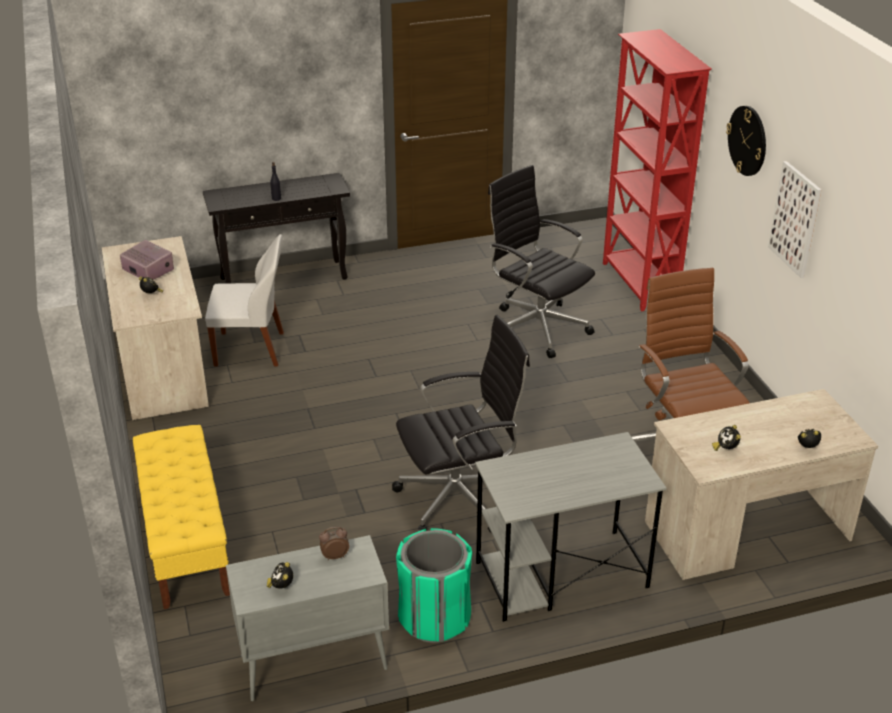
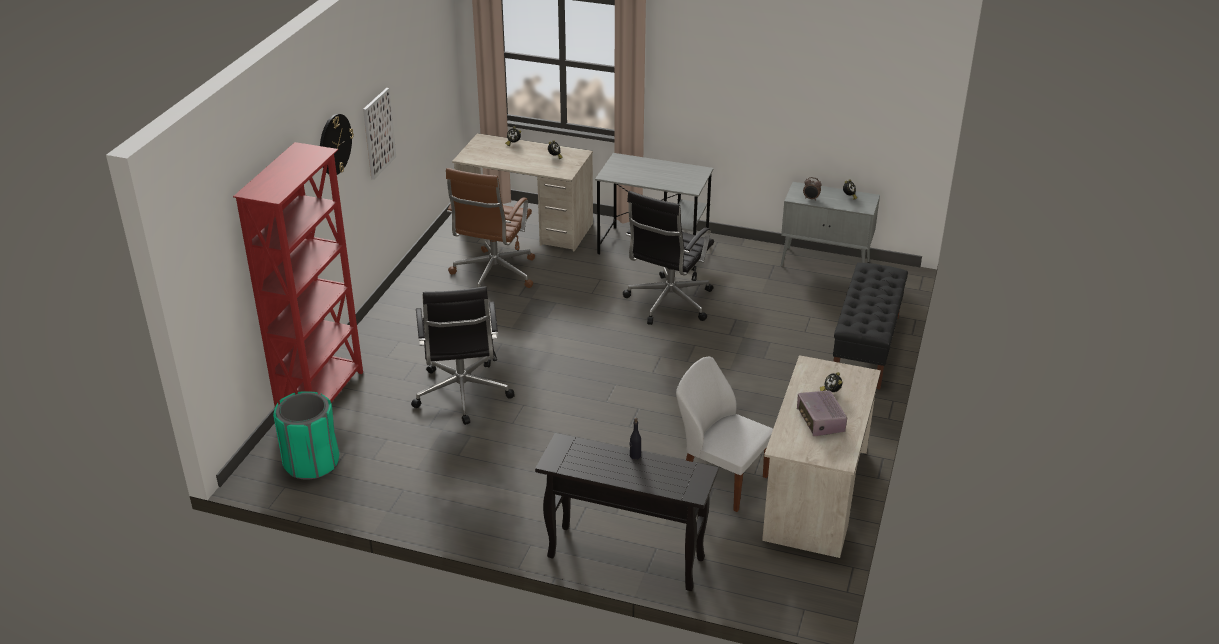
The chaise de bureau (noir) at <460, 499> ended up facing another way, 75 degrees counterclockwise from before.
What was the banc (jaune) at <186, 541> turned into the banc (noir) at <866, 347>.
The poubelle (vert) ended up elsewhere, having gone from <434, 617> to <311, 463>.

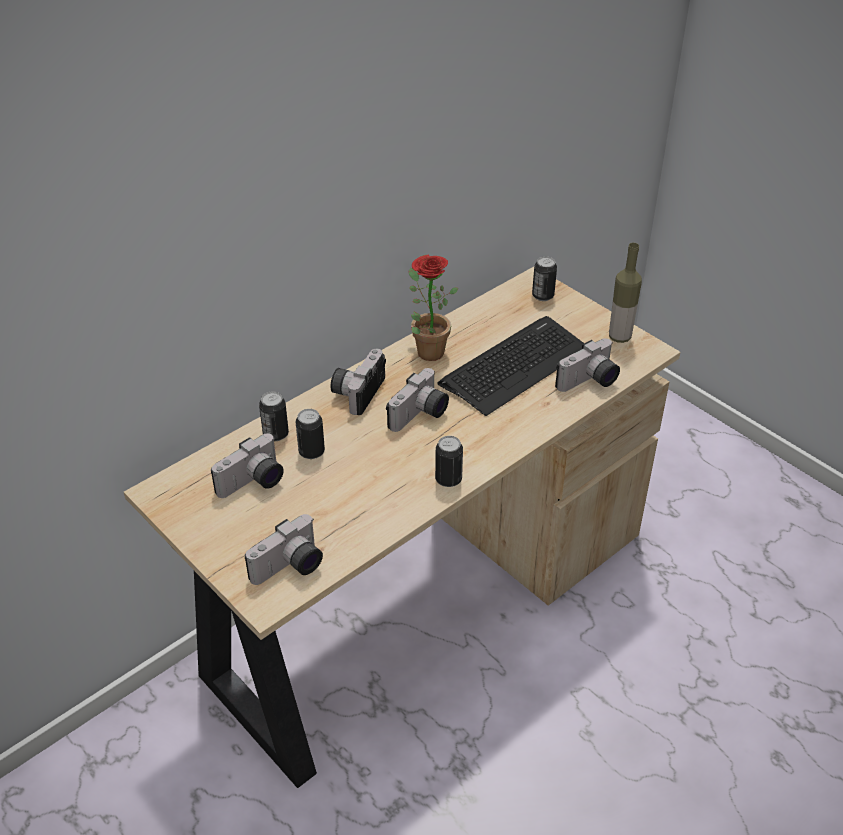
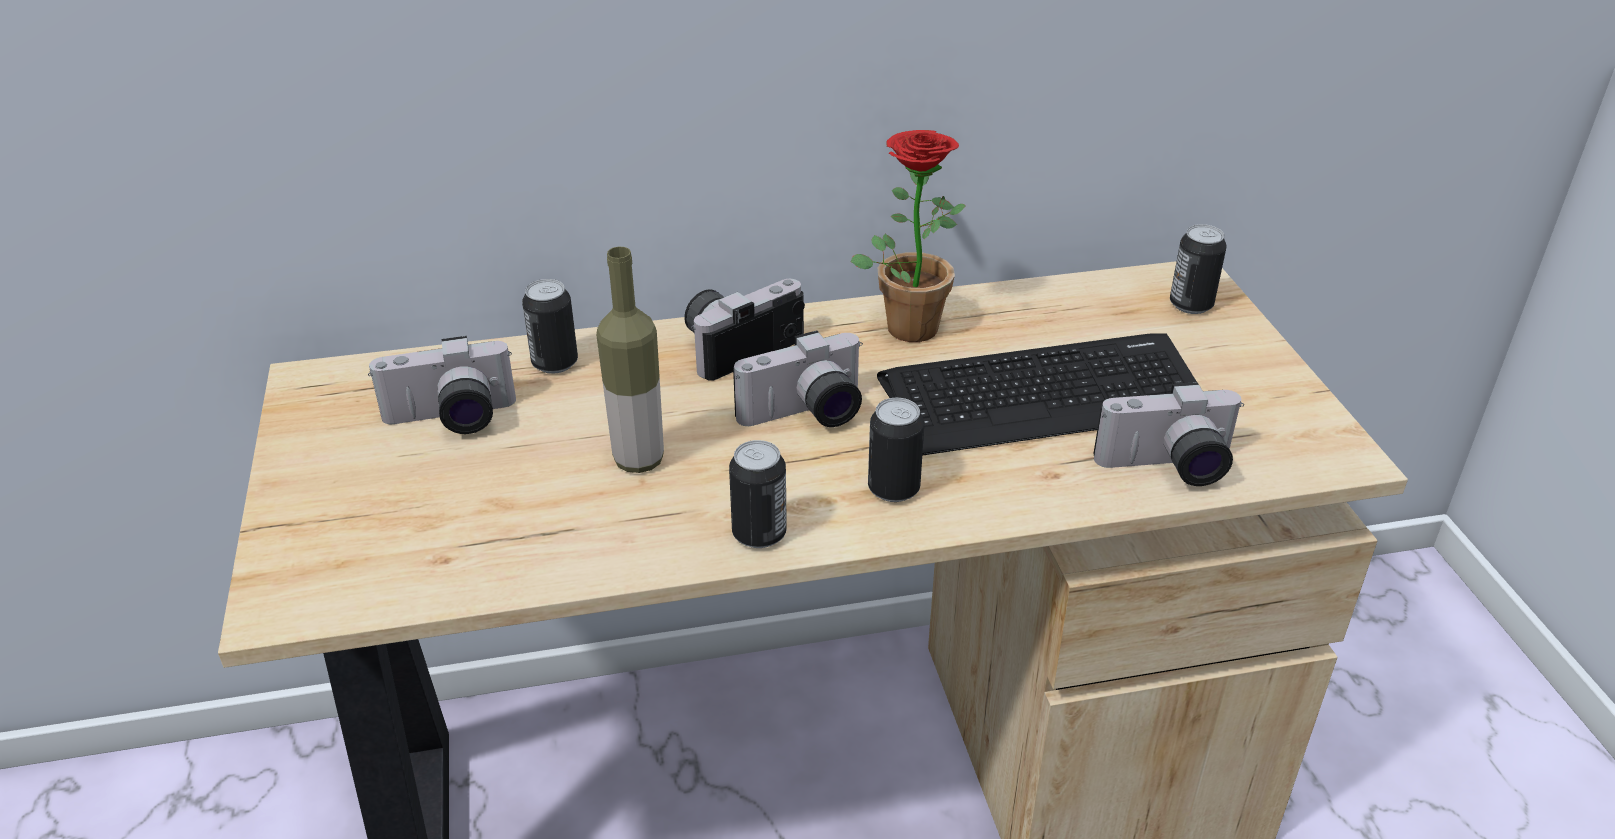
The bouteille ended up elsewhere, having gone from <619, 337> to <638, 460>.
The boîte métallique ended up elsewhere, having gone from <311, 452> to <893, 489>.
The second view lost the appareil photo at <290, 568>.

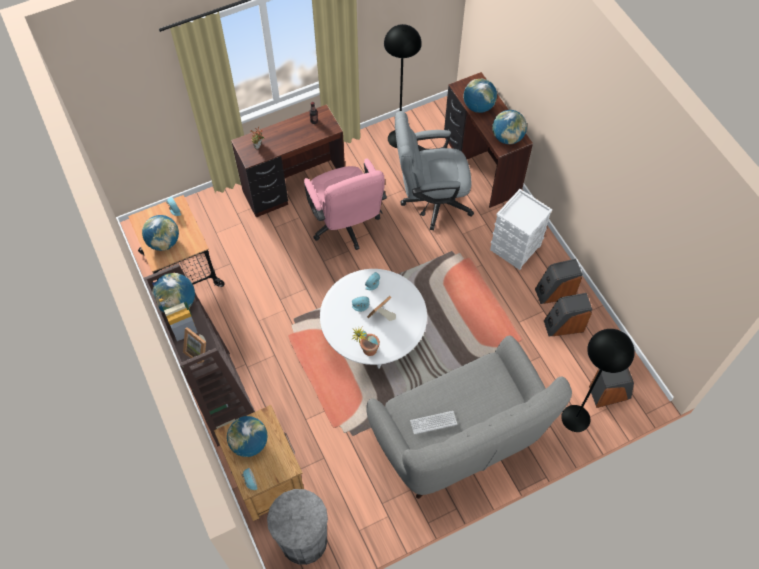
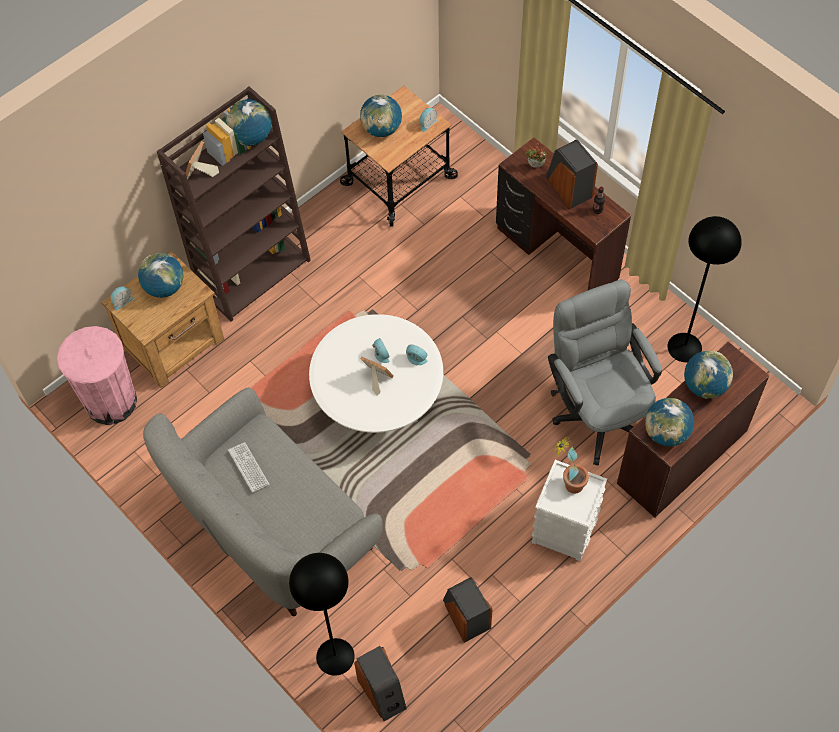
The second view lost the chaise de bureau (rose) at <346, 226>.
The enceinte ended up elsewhere, having gone from <554, 292> to <568, 188>.
The plante en pot ended up elsewhere, having gone from <366, 352> to <568, 482>.
What was the poubelle (gris) at <304, 540> turned into the poubelle (rose) at <111, 401>.

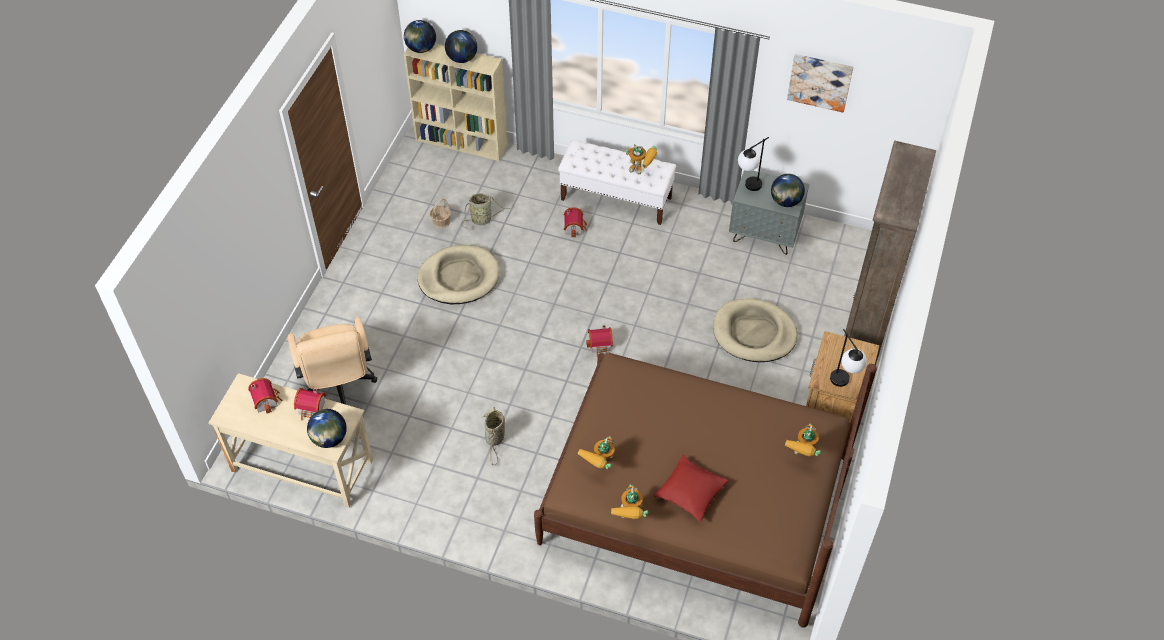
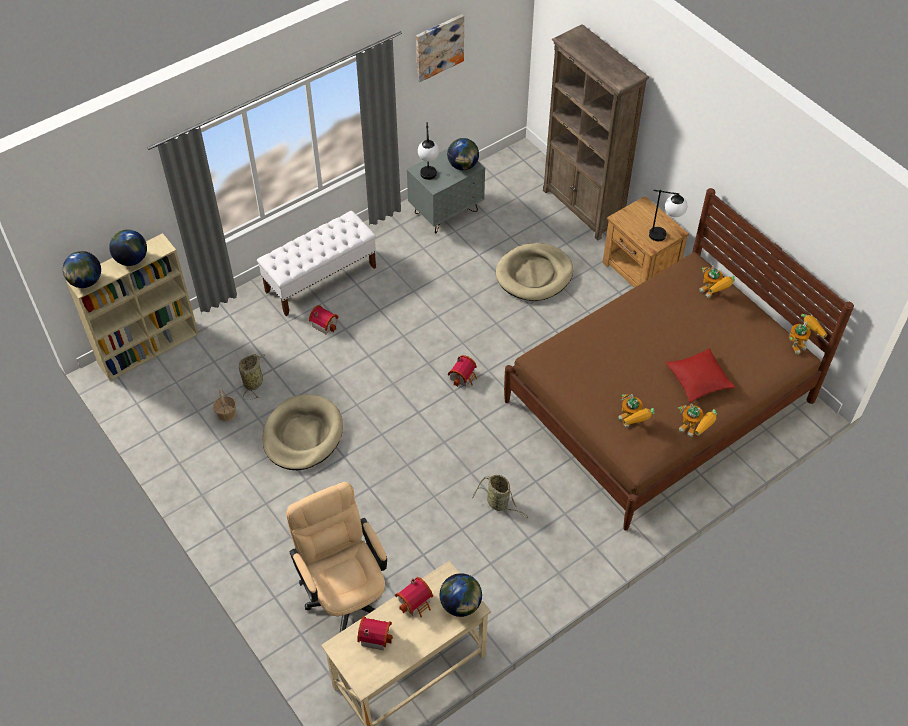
The robot jouet ended up elsewhere, having gone from <641, 169> to <800, 344>.
The chaise de bureau (beige) at <339, 387> ended up facing another way, 135 degrees counterclockwise from before.

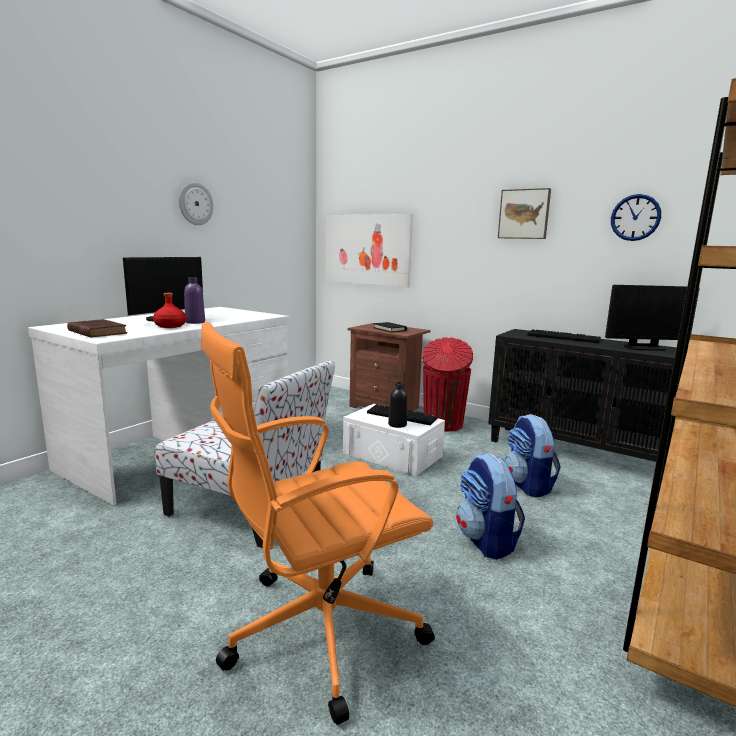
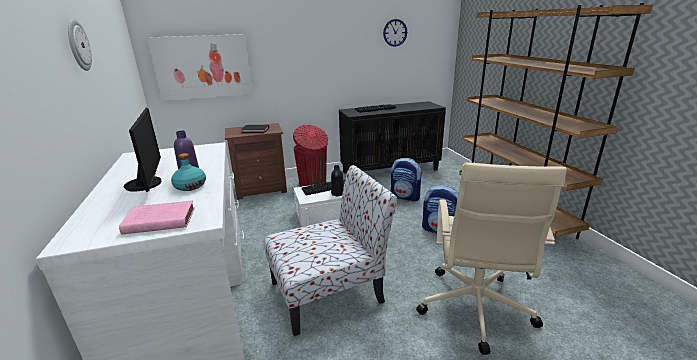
The second view lost the tableau at <524, 214>.
The second view lost the écran d'ordinateur at <644, 348>.
What was the bouteille (rouge) at <170, 326> turned into the bouteille (turquoise) at <190, 186>.
What was the livre (marron) at <96, 332> turned into the livre (rose) at <158, 221>.
What was the chaise de bureau (orange) at <317, 631> turned into the chaise de bureau (beige) at <474, 309>.

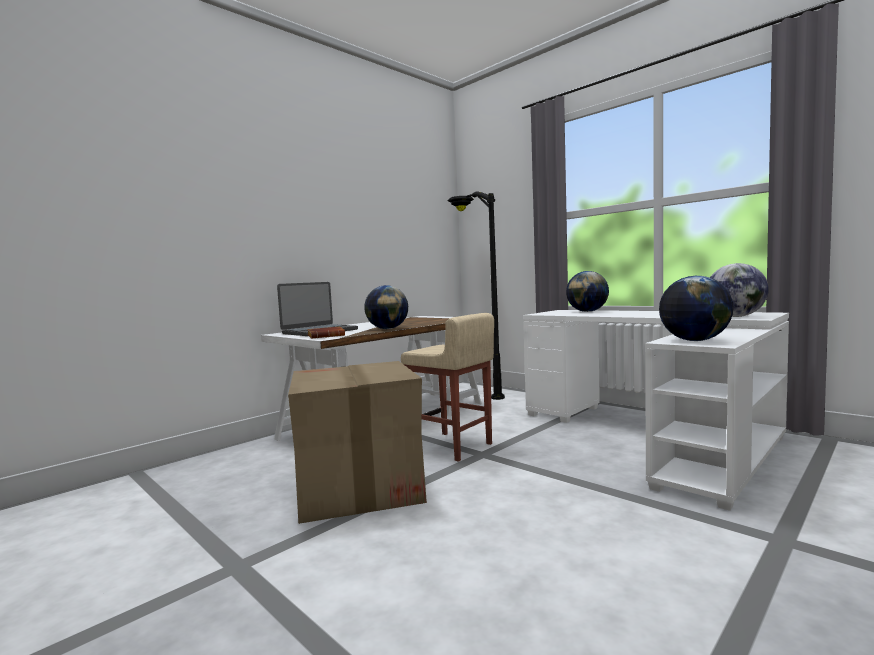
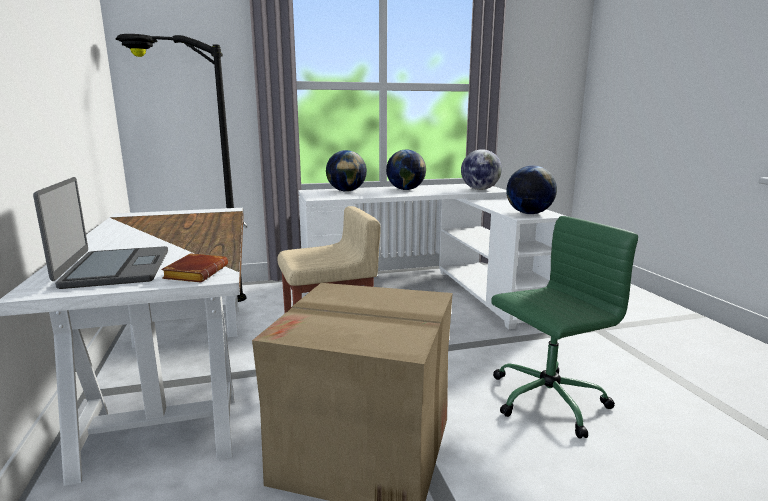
The globe ended up elsewhere, having gone from <387, 329> to <405, 189>.
The second view gained the chaise de bureau (vert) at <545, 400>.

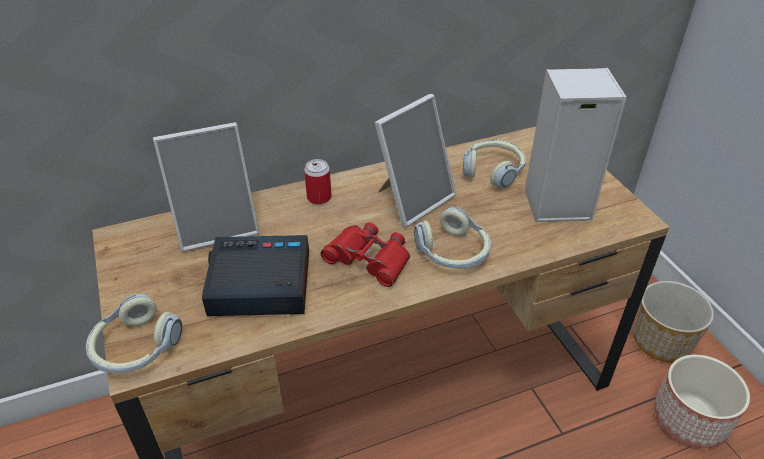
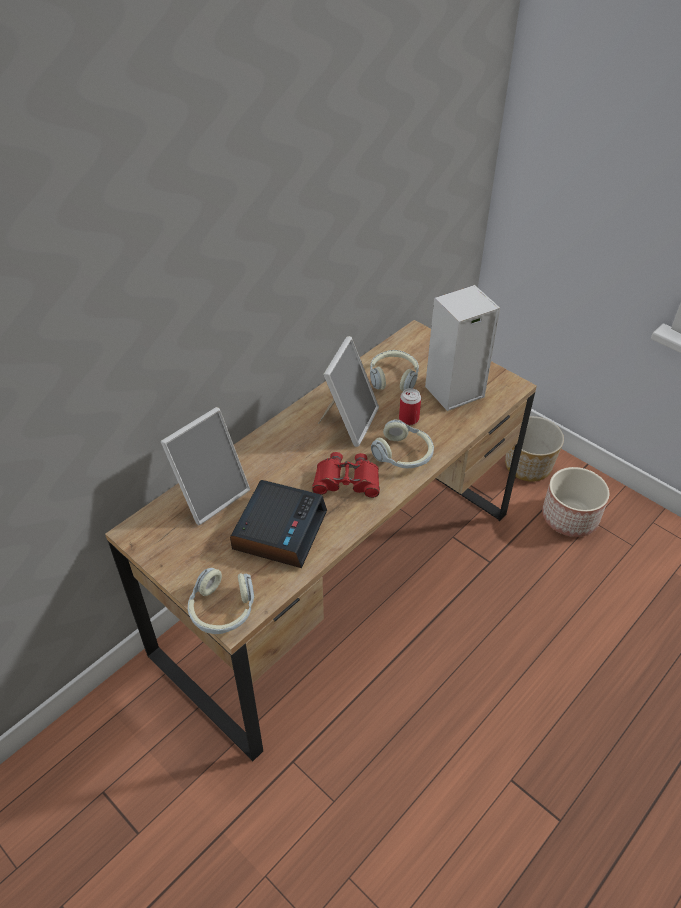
The boîte métallique ended up elsewhere, having gone from <319, 197> to <409, 418>.
The réveil at <259, 285> ended up facing another way, 135 degrees clockwise from before.

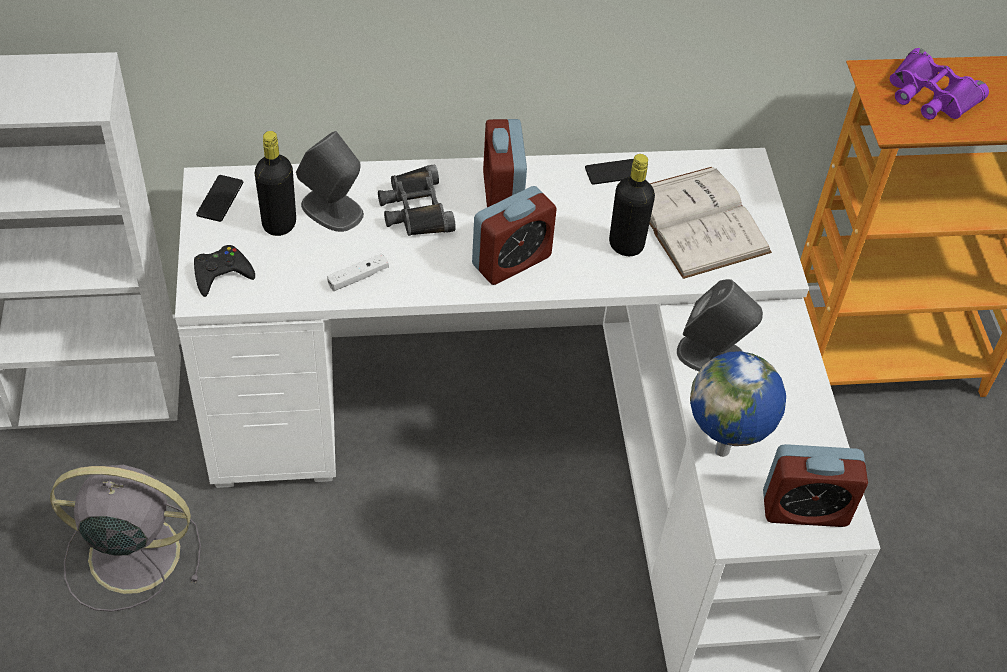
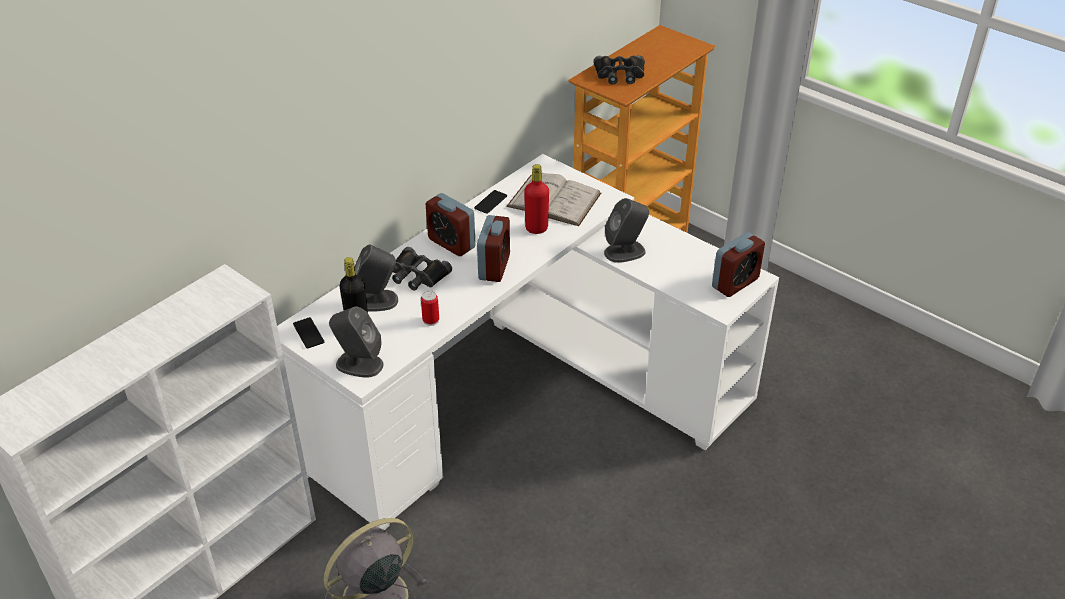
What was the jumelles (violet) at <930, 95> turned into the jumelles (noir) at <619, 74>.
What was the bouteille (noir) at <626, 245> turned into the bouteille (rouge) at <536, 228>.
Where the manette (noir) stood at <221, 274>, the enceinte (gris) came to stand at <359, 364>.
Where the manette (blanc) stood at <358, 277>, the boîte métallique came to stand at <431, 320>.
The second view lost the globe at <724, 451>.

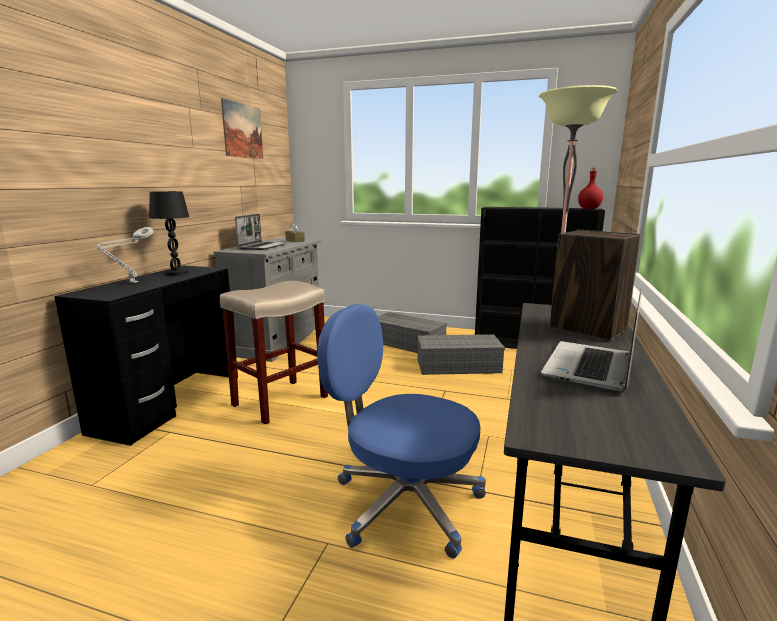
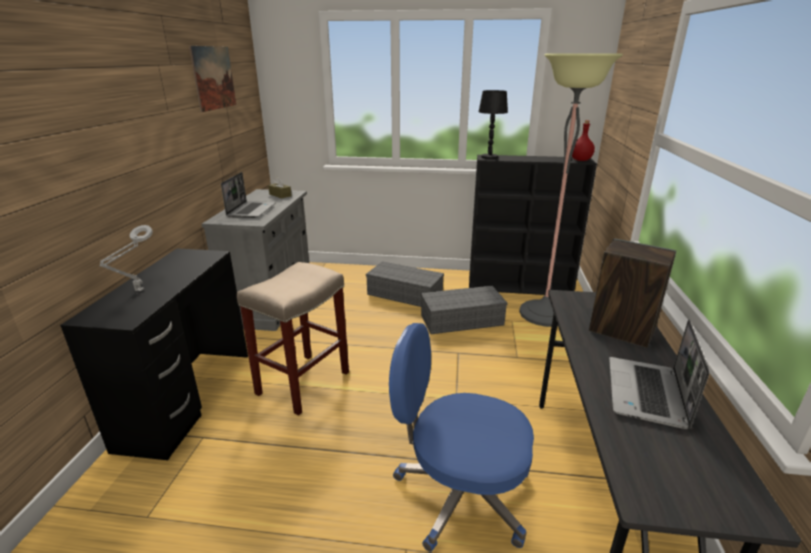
The lampe de table (noir) ended up elsewhere, having gone from <176, 273> to <489, 157>.

